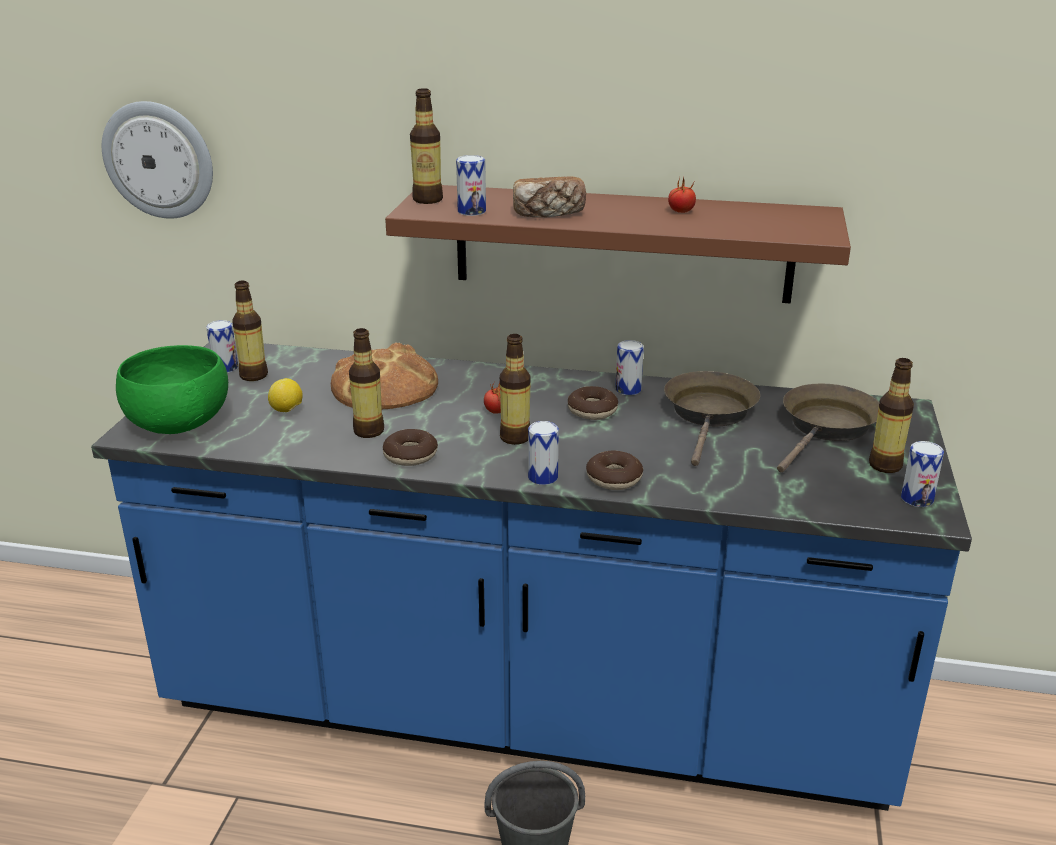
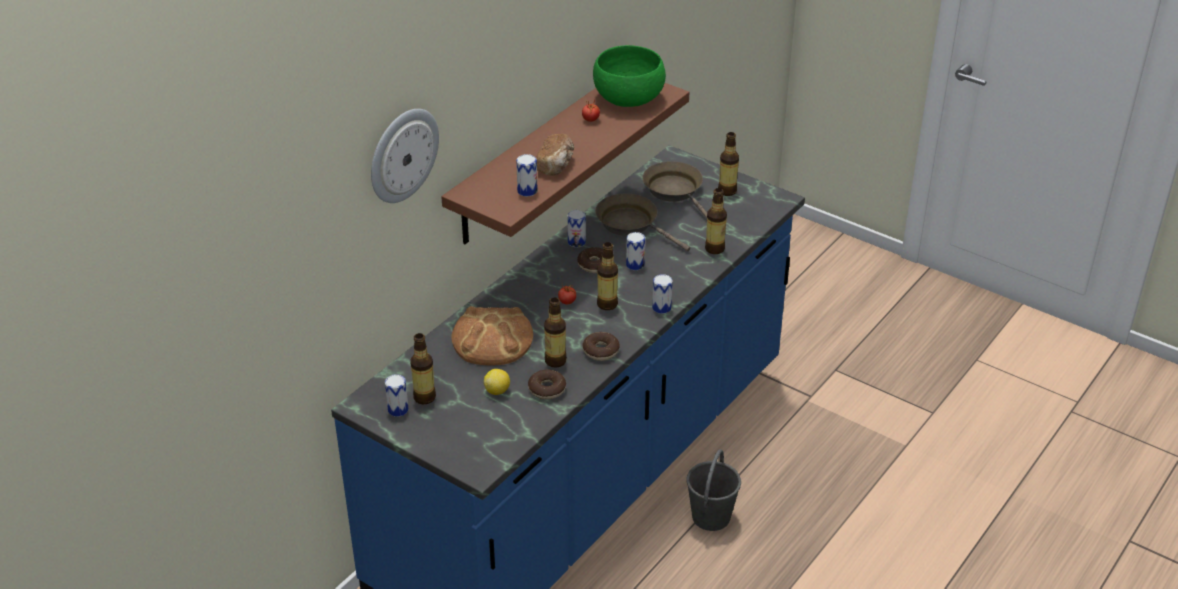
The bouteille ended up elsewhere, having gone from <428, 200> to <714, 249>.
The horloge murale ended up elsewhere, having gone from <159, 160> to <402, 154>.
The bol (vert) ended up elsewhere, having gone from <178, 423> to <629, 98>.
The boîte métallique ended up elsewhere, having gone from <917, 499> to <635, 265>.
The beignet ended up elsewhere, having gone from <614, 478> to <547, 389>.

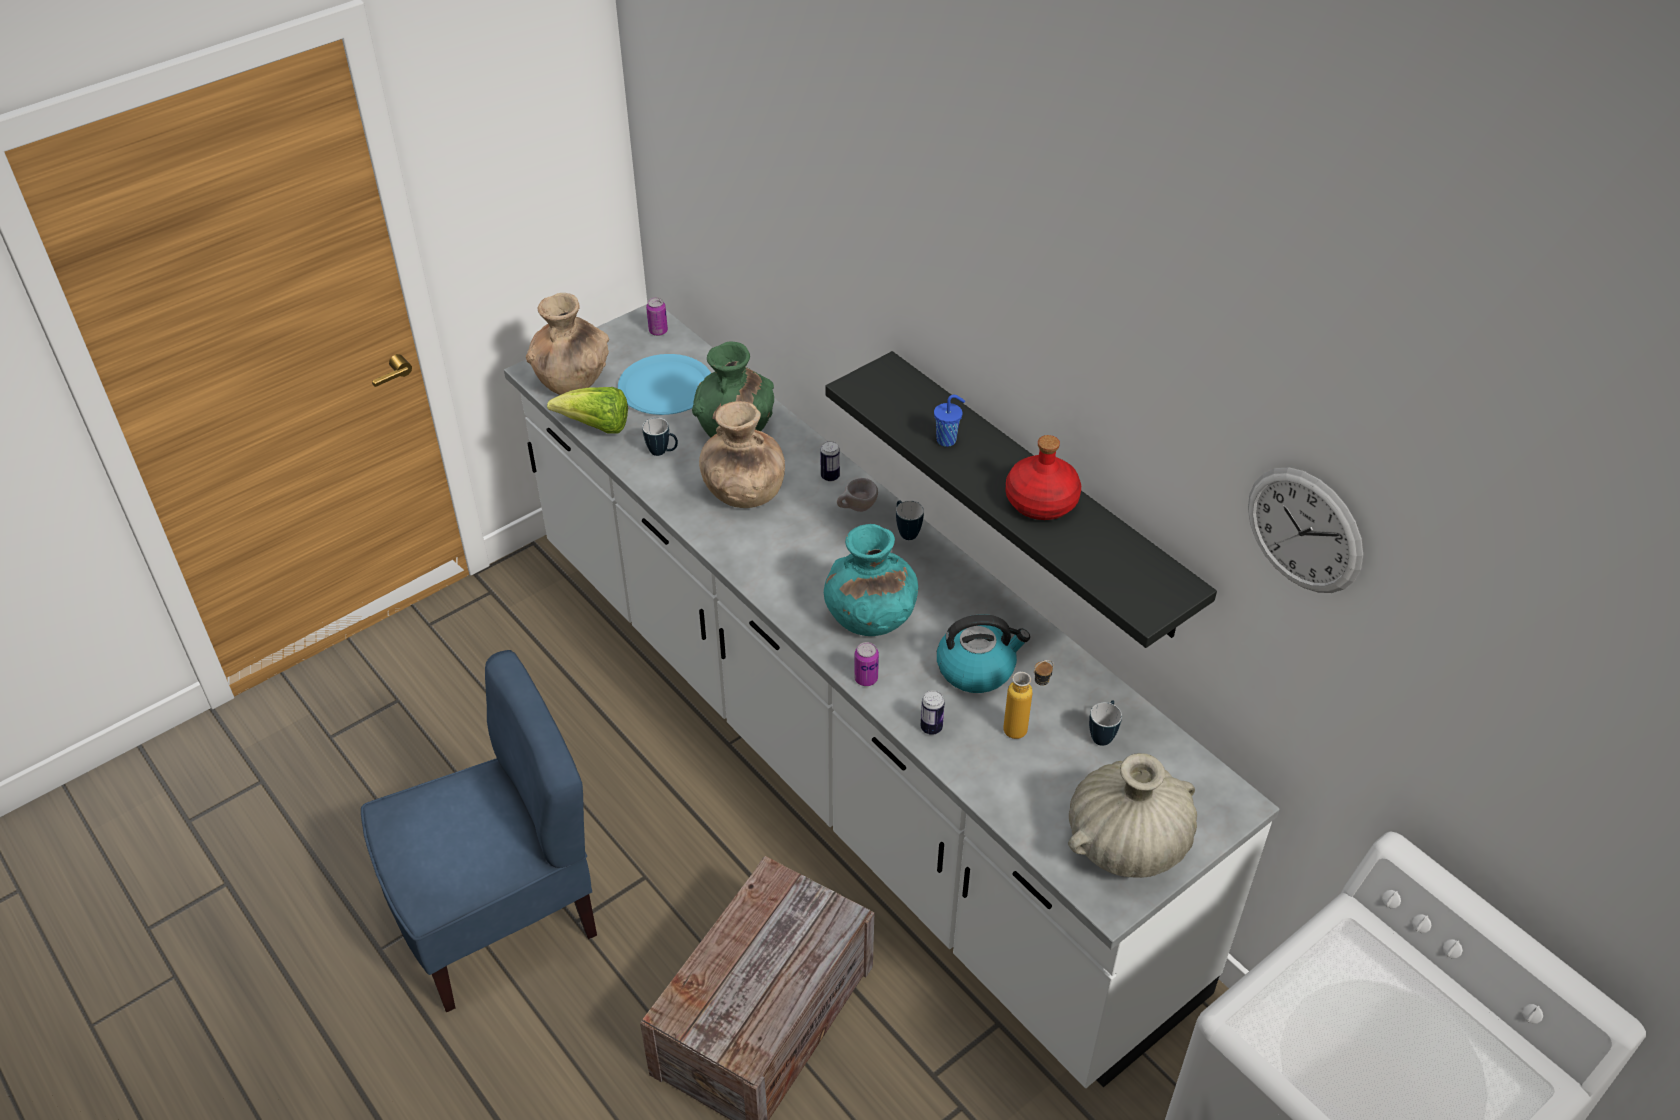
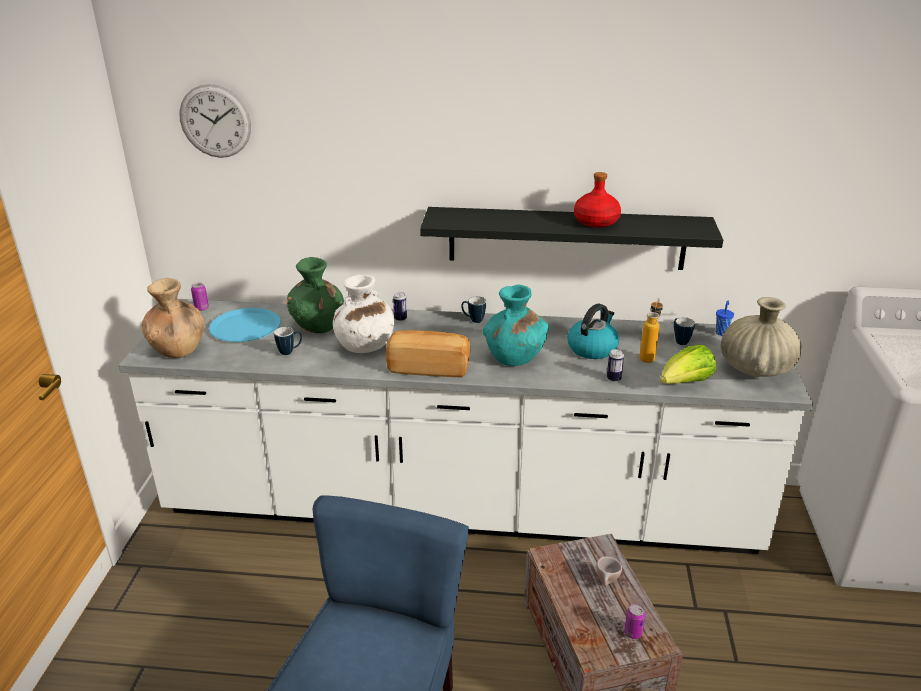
The laitue ended up elsewhere, having gone from <596, 427> to <685, 383>.
The tasse (bleu) ended up elsewhere, having gone from <947, 440> to <721, 332>.
What was the vase (marron) at <743, 492> turned into the vase (blanc) at <365, 345>.
The horloge murale ended up elsewhere, having gone from <1304, 530> to <215, 121>.
The tasse (beige) ended up elsewhere, having gone from <856, 509> to <607, 582>.
The boîte métallique ended up elsewhere, having gone from <866, 679> to <633, 633>.
The second view gained the pain at <429, 367>.

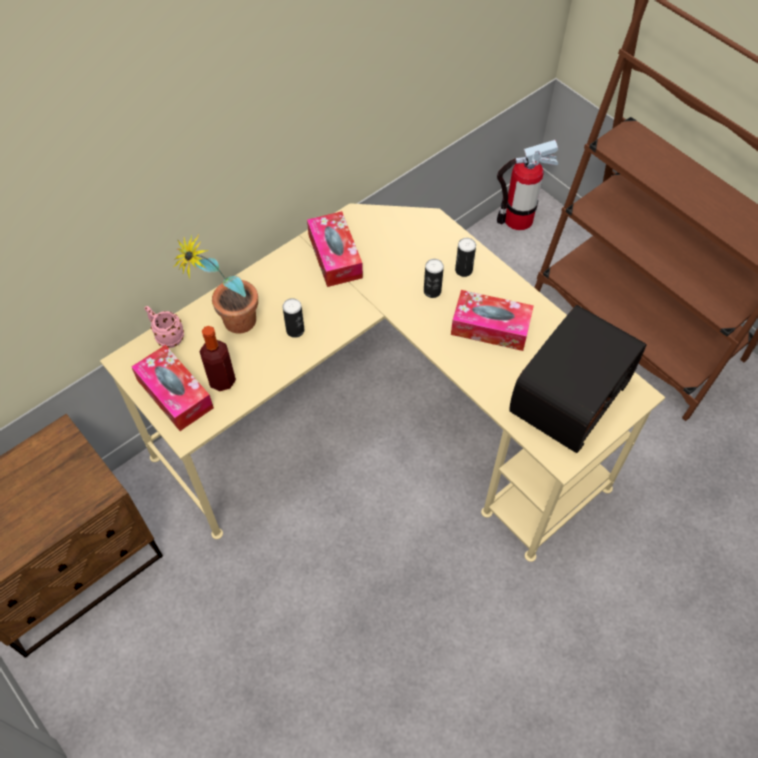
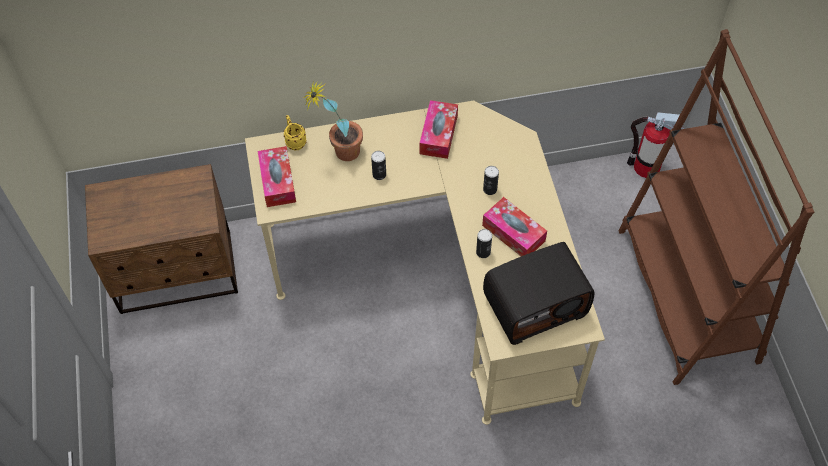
The boîte métallique ended up elsewhere, having gone from <463, 270> to <483, 252>.
What was the mug (rose) at <167, 336> turned into the mug (jaune) at <294, 141>.
The second view lost the bouteille at <222, 380>.

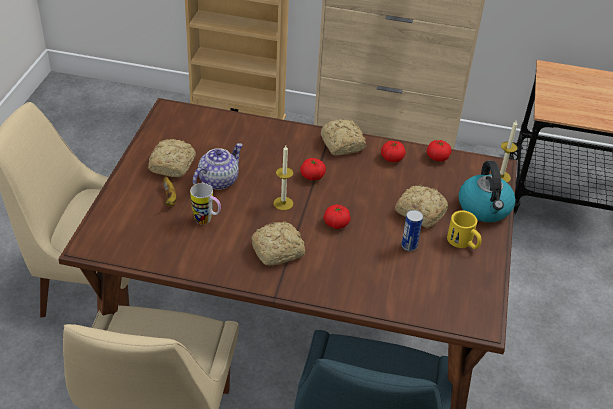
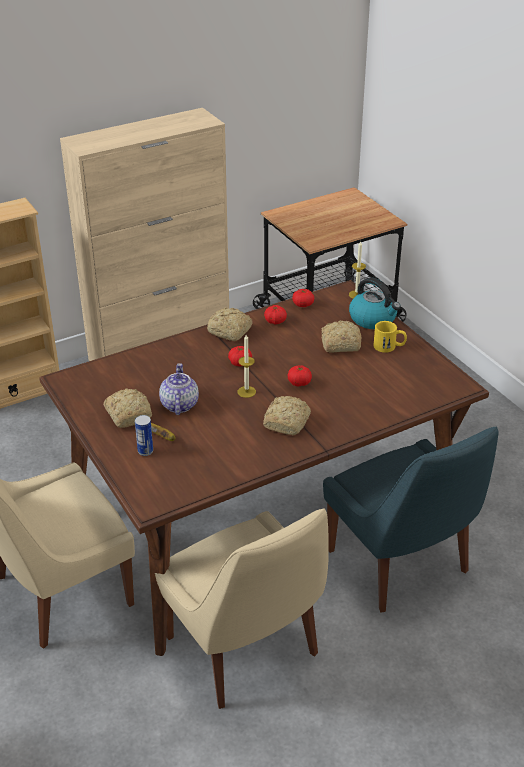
The second view lost the mug at <207, 221>.
The boîte métallique ended up elsewhere, having gone from <409, 246> to <145, 451>.

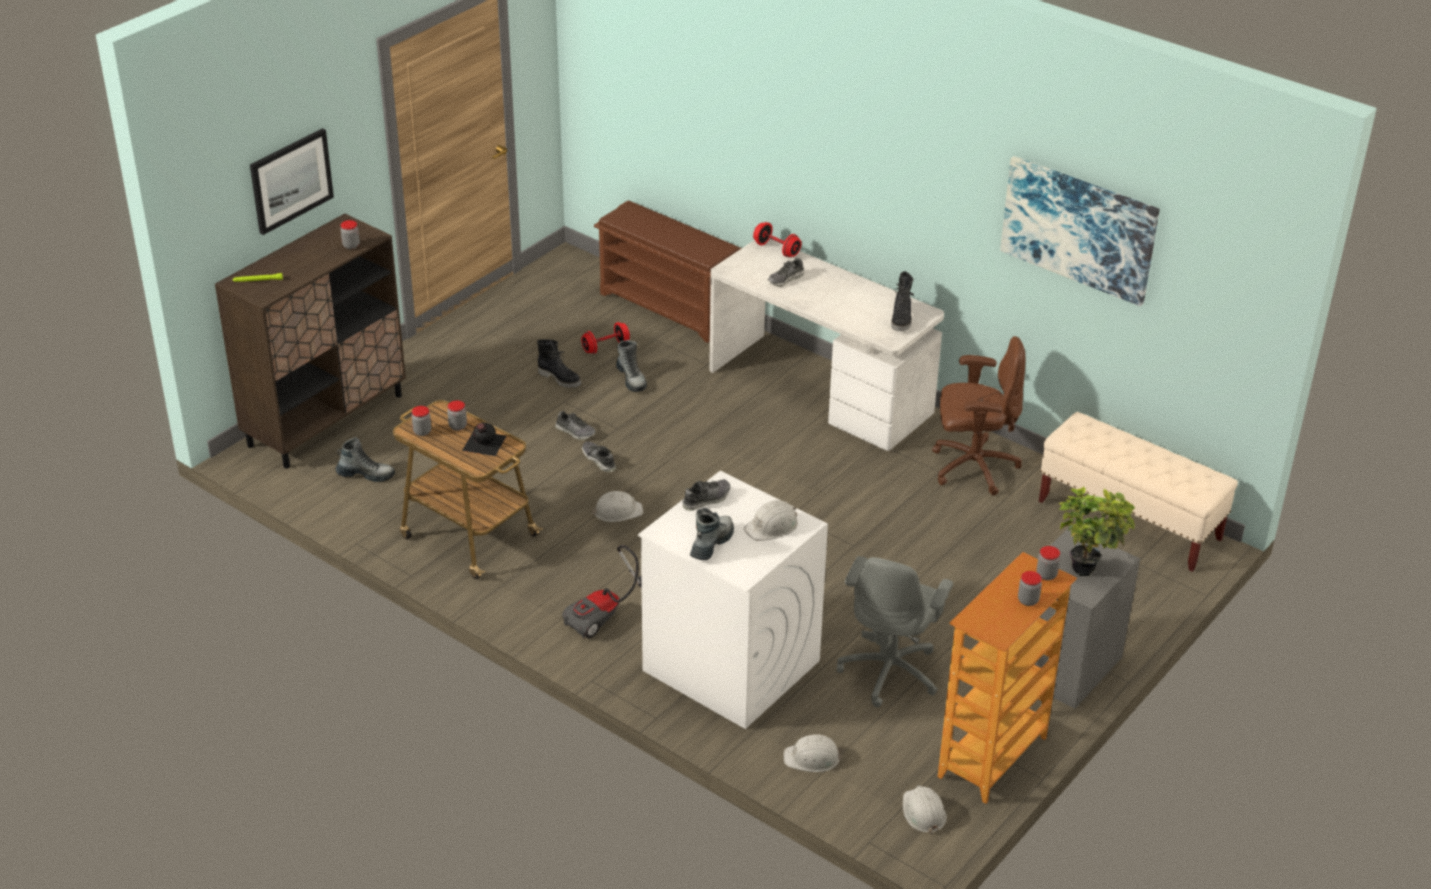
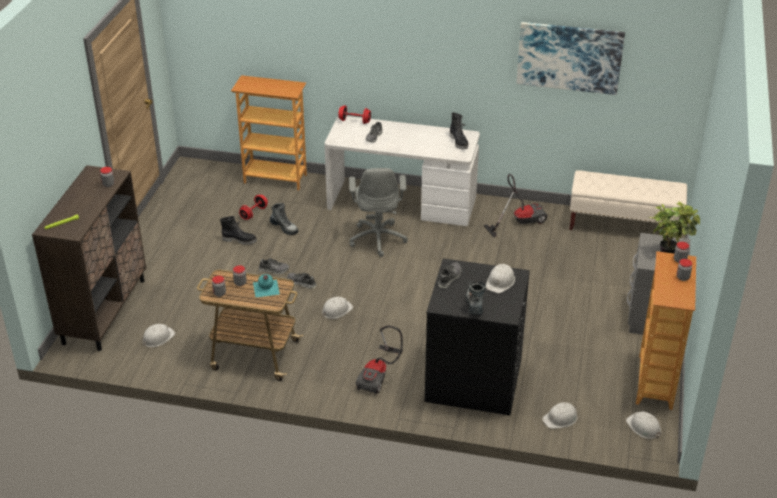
The second view lost the tableau at <291, 180>.
Where the étagère à chaussures (marron) stood at <670, 308>, the bibliothèque came to stand at <275, 178>.
Where the chaise de bureau (marron) stood at <972, 467>, the aspirateur came to stand at <519, 221>.
What was the bouteille (noir) at <483, 443> turned into the bouteille (turquoise) at <265, 288>.
Where the botte stood at <366, 475>, the casque de chantier (blanc) came to stand at <158, 338>.
What was the lave-linge (blanc) at <730, 665> turned into the lave-linge (noir) at <472, 380>.
The chaise de bureau (gris) ended up elsewhere, having gone from <890, 671> to <378, 238>.

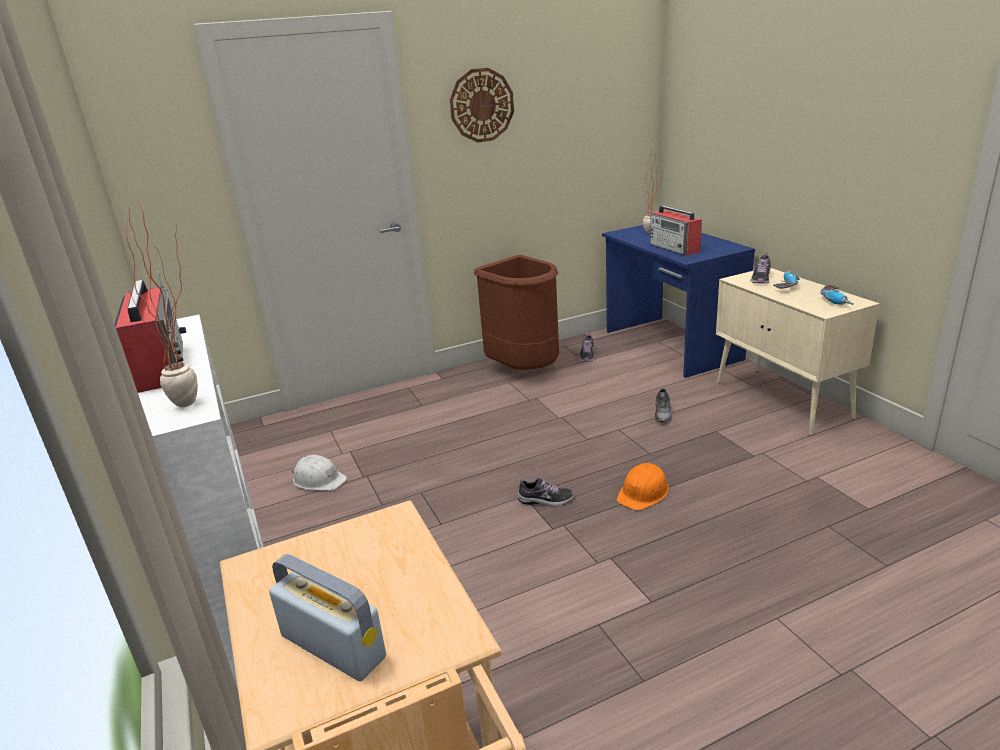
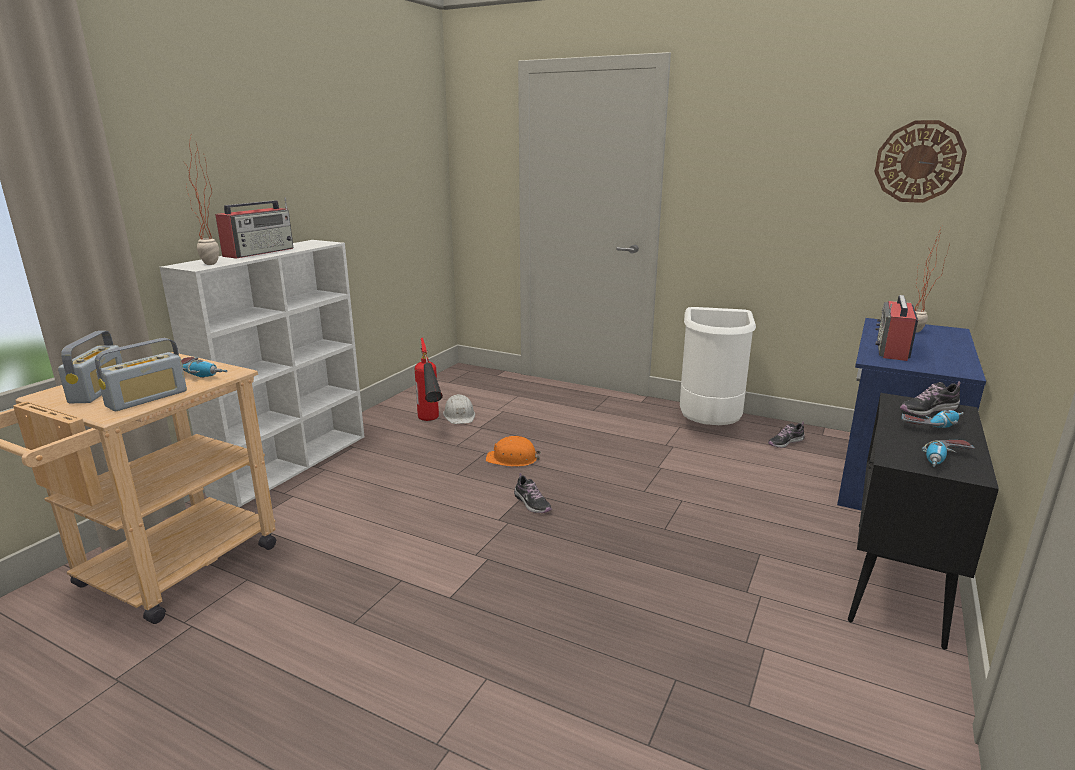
The horloge murale ended up elsewhere, having gone from <481, 105> to <919, 162>.
What was the poubelle (marron) at <525, 370> turned into the poubelle (blanc) at <709, 426>.
What was the meuble de rangement (beige) at <783, 401> turned into the meuble de rangement (noir) at <896, 581>.
The second view lost the chaussure (gris) at <663, 414>.
The casque de chantier (orange) ended up elsewhere, having gone from <643, 492> to <512, 459>.
The second view gained the radio at <147, 398>.
The second view gained the extincteur at <431, 424>.
The second view gained the perceuse at <204, 374>.

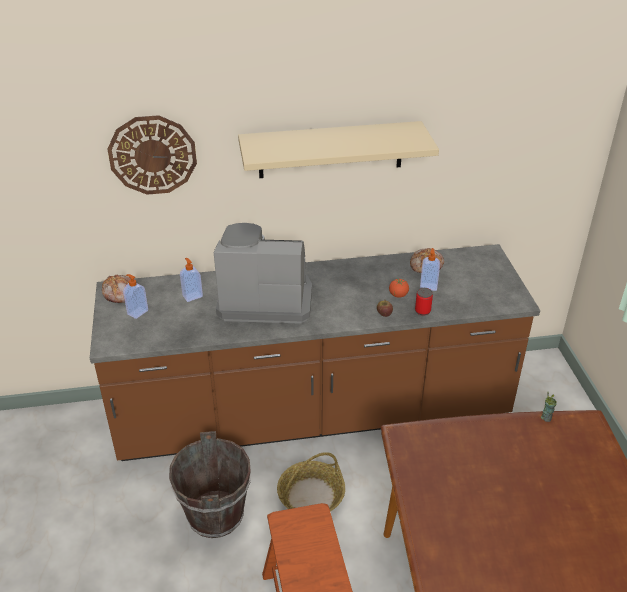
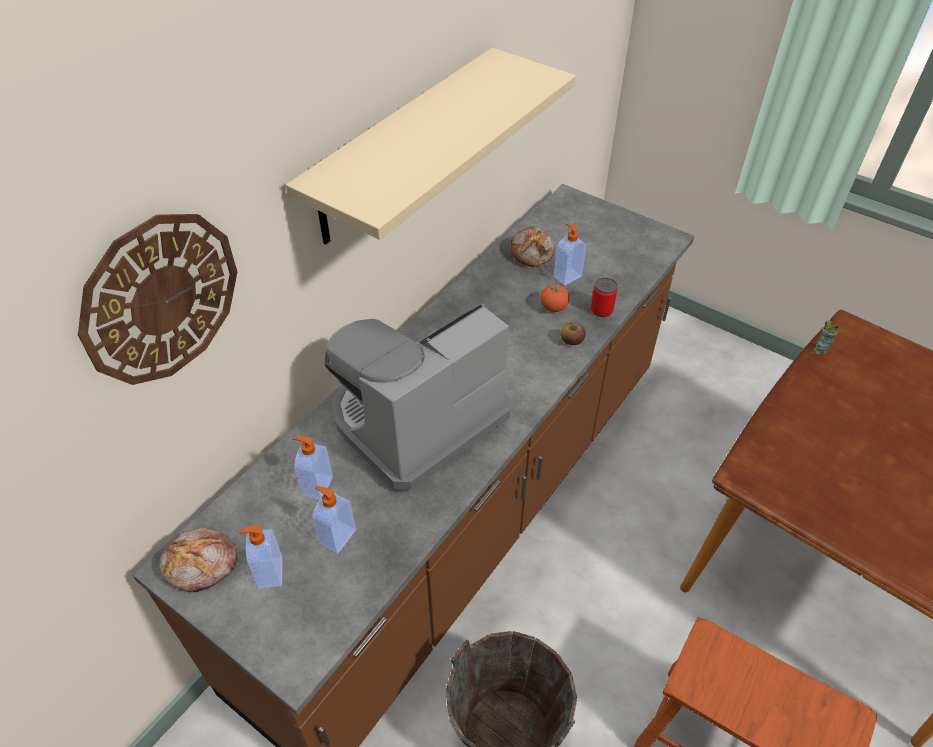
The second view lost the panier at <311, 496>.
The second view gained the distributeur de savon at <337, 536>.

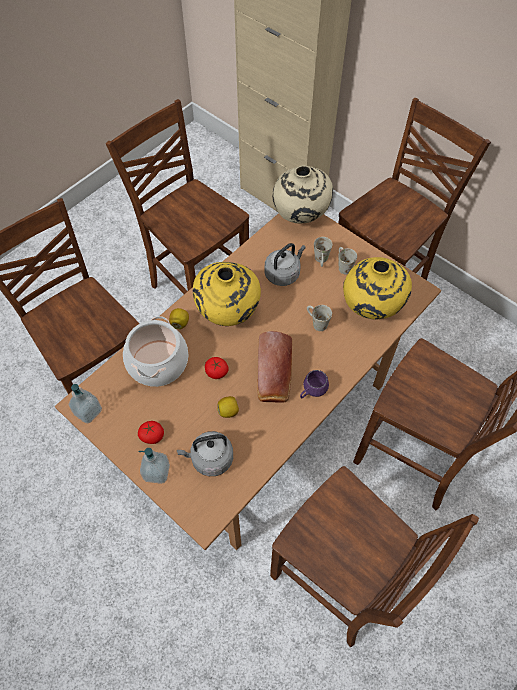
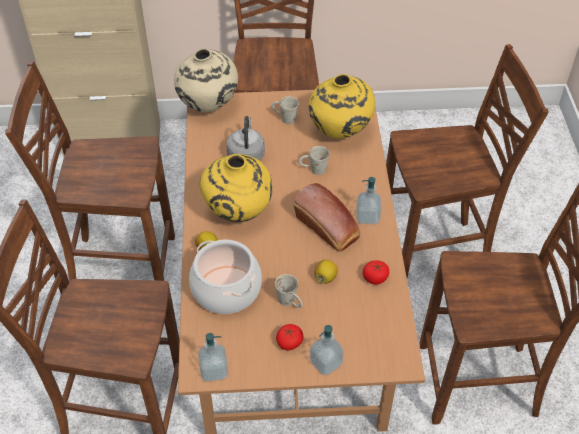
The mug (blanc) ended up elsewhere, having gone from <321, 261> to <290, 302>.
The tomate ended up elsewhere, having gone from <216, 372> to <375, 278>.
Where the mug (violet) stood at <312, 391>, the distributeur de savon came to stand at <367, 217>.
The second view lost the bouilloire (gris) at <210, 459>.

